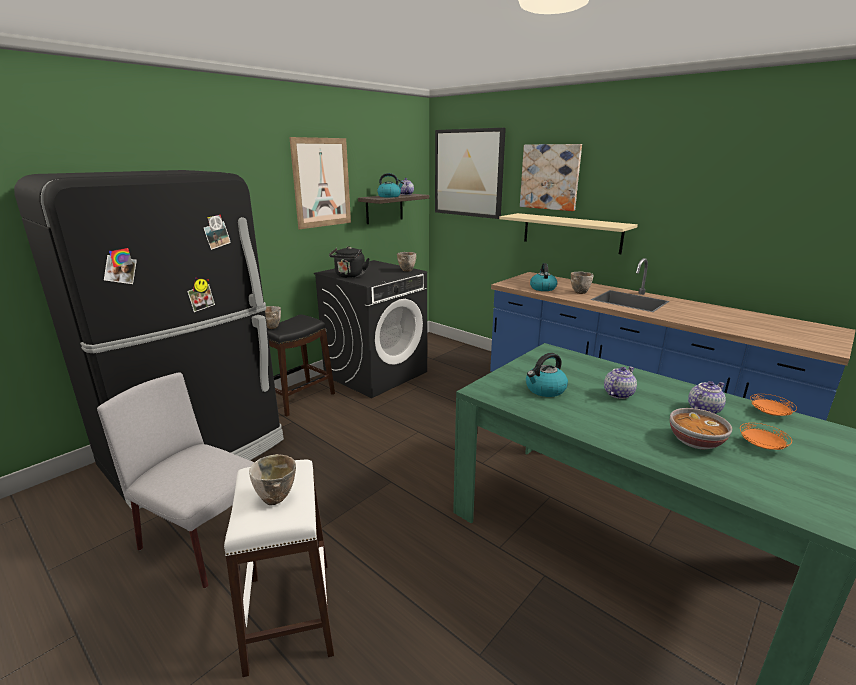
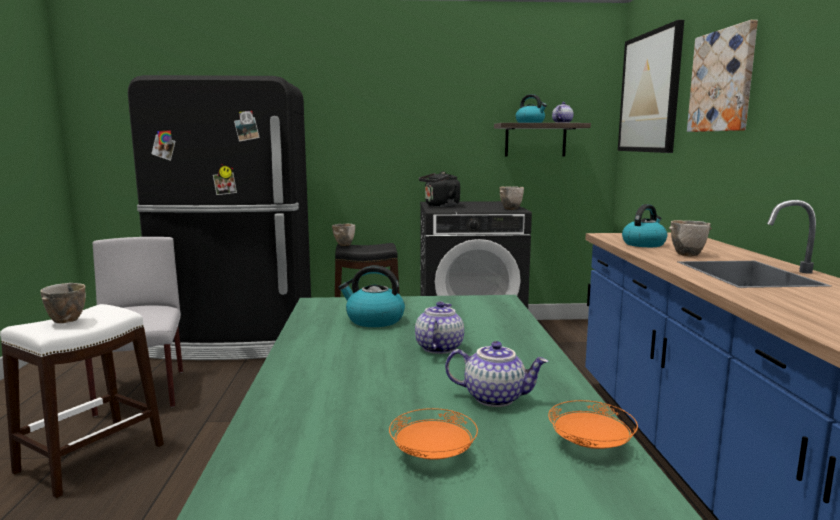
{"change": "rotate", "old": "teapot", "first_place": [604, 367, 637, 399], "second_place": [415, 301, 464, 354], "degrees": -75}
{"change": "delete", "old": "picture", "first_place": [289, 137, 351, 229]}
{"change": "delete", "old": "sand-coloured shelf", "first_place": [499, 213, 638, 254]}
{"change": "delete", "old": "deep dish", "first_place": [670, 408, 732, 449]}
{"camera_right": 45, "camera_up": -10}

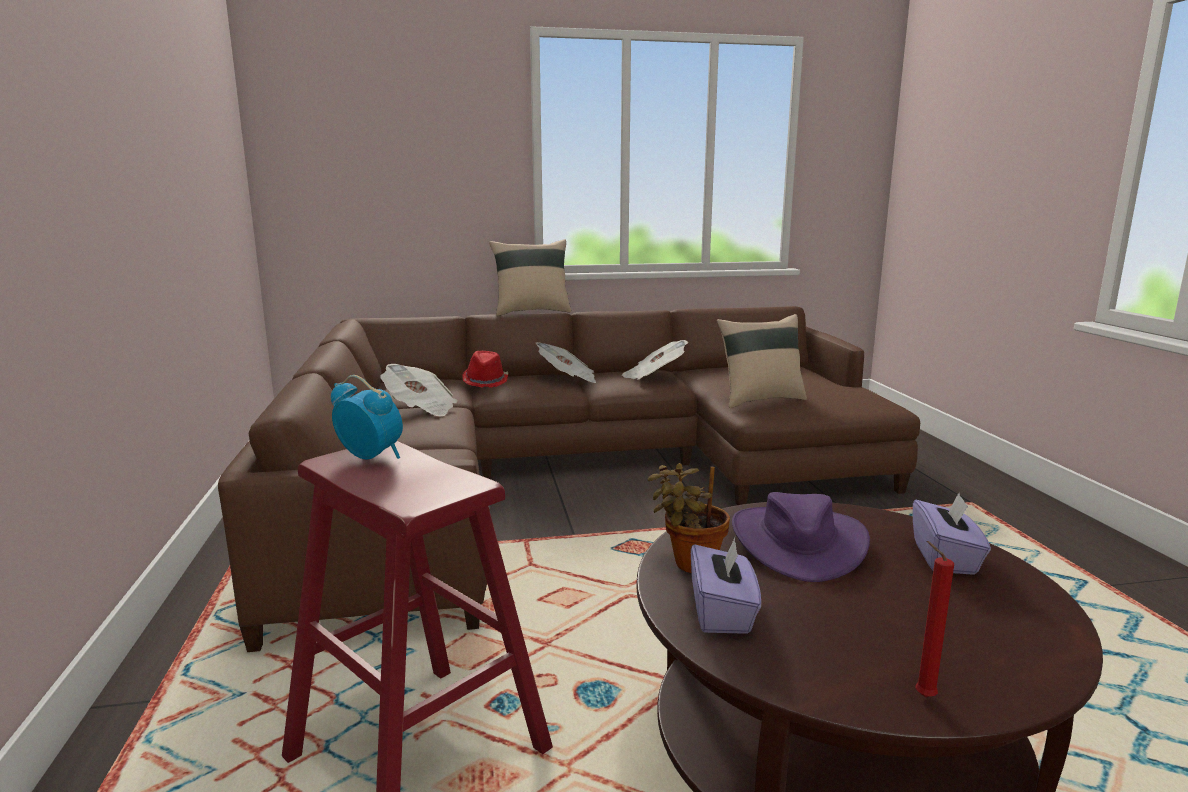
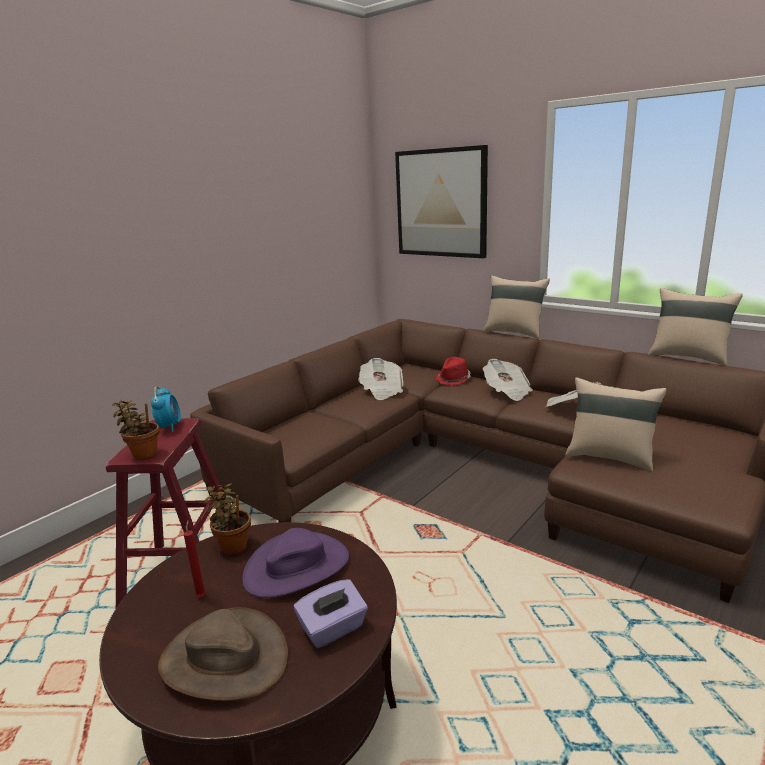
{"change": "insert", "new": "houseplant", "second_place": [112, 400, 160, 460]}
{"change": "insert", "new": "brownish clothing hat", "second_place": [158, 607, 289, 701]}
{"change": "move", "old": "reddish candle", "first_place": [916, 541, 954, 697], "second_place": [184, 520, 206, 598]}
{"change": "insert", "new": "picture", "second_place": [395, 145, 488, 258]}
{"change": "insert", "new": "sand-coloured pillow", "second_place": [648, 288, 743, 366]}
{"change": "delete", "old": "purple tissue holder", "first_place": [691, 538, 761, 634]}
{"camera_right": 50, "camera_up": 5}

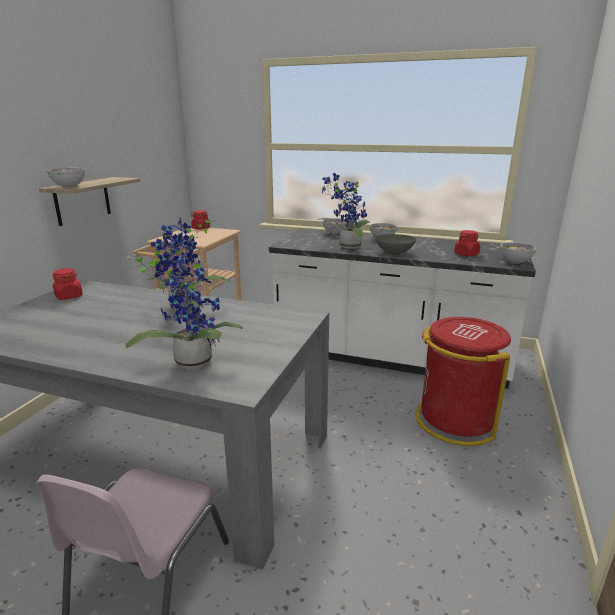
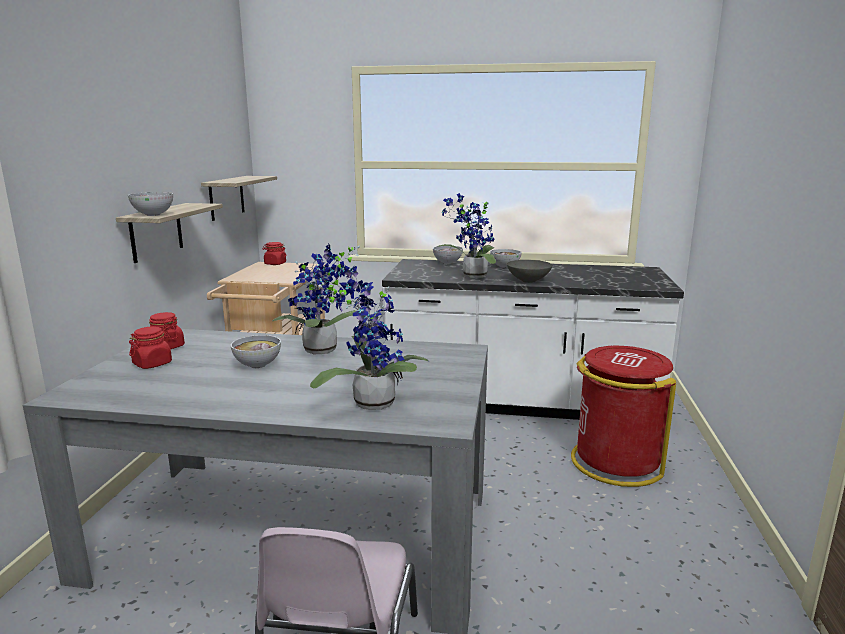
{"change": "move", "old": "reddish jar", "first_place": [454, 230, 480, 256], "second_place": [129, 326, 172, 369]}
{"change": "insert", "new": "shelf", "second_place": [201, 176, 277, 221]}
{"change": "move", "old": "deep dish", "first_place": [500, 242, 536, 264], "second_place": [231, 335, 281, 368]}
{"camera_right": -10, "camera_up": -5}

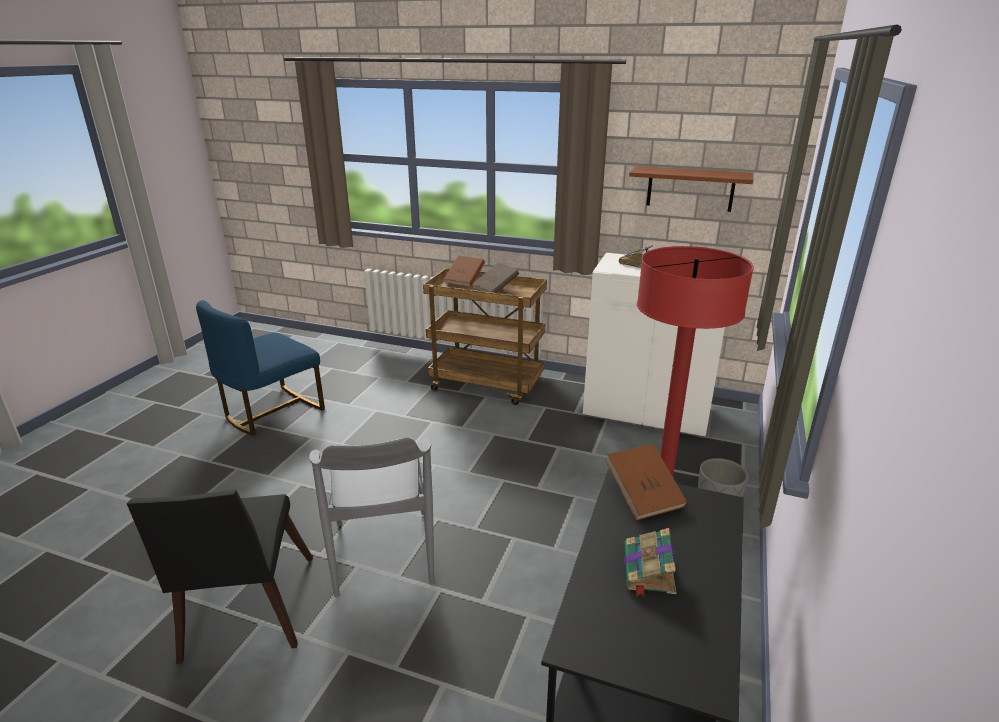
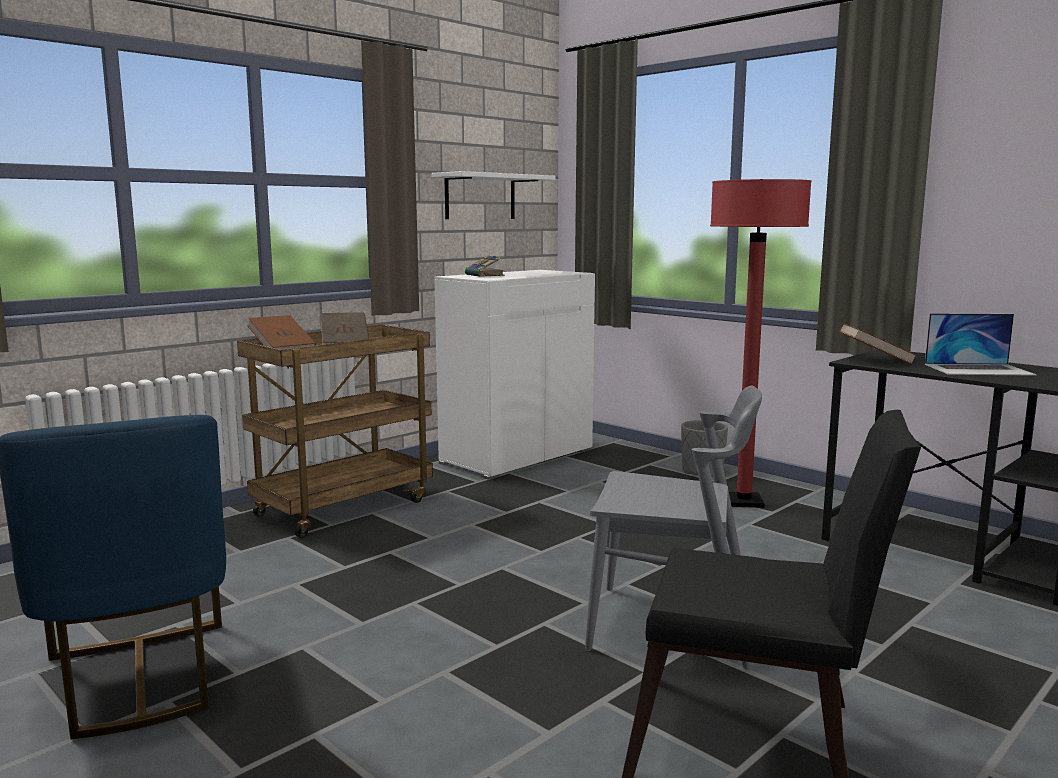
{"change": "recolor", "old": "brownish shelf", "new": "white-coloured shelf", "first_place": [629, 166, 753, 212], "second_place": [431, 171, 556, 219]}
{"change": "replace", "old": "book", "new": "notebook computer", "first_place": [623, 528, 677, 598], "second_place": [925, 313, 1037, 376]}
{"camera_right": -65, "camera_up": -15}

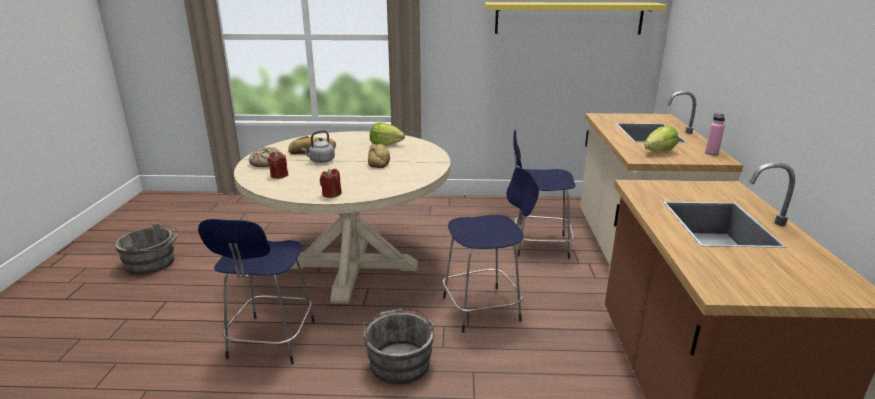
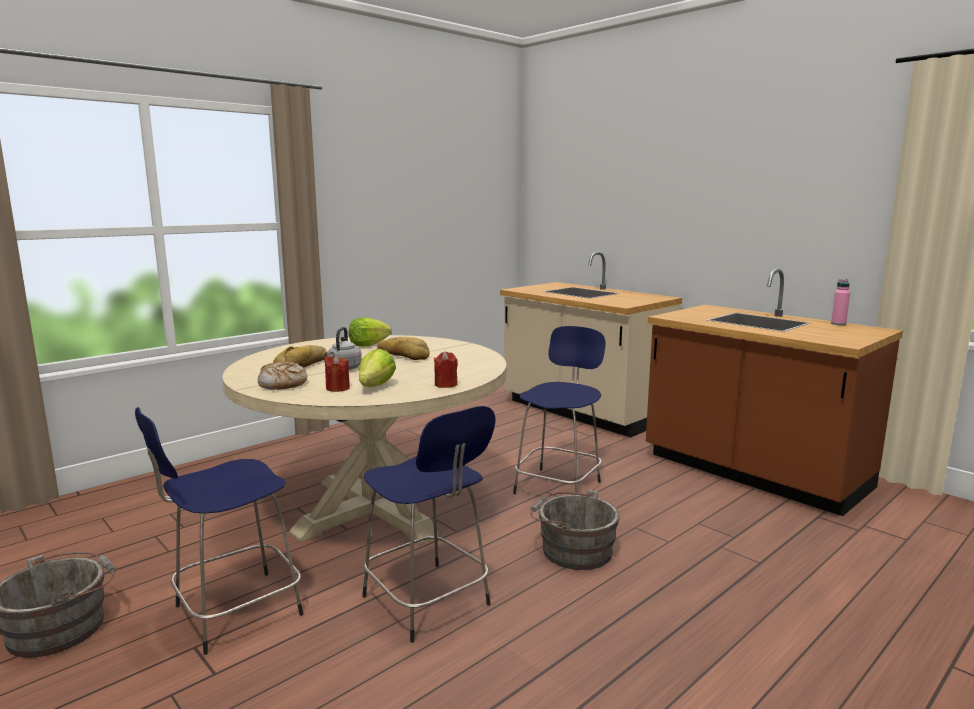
{"change": "move", "old": "blue sitting stool", "first_place": [513, 130, 576, 259], "second_place": [135, 407, 303, 655]}
{"change": "move", "old": "head of lettuce", "first_place": [644, 126, 678, 152], "second_place": [359, 349, 396, 387]}
{"change": "move", "old": "pinkish drink bottle", "first_place": [705, 112, 725, 156], "second_place": [831, 279, 850, 325]}
{"change": "delete", "old": "yellow shelf", "first_place": [485, 2, 667, 34]}
{"camera_right": -45, "camera_up": -10}

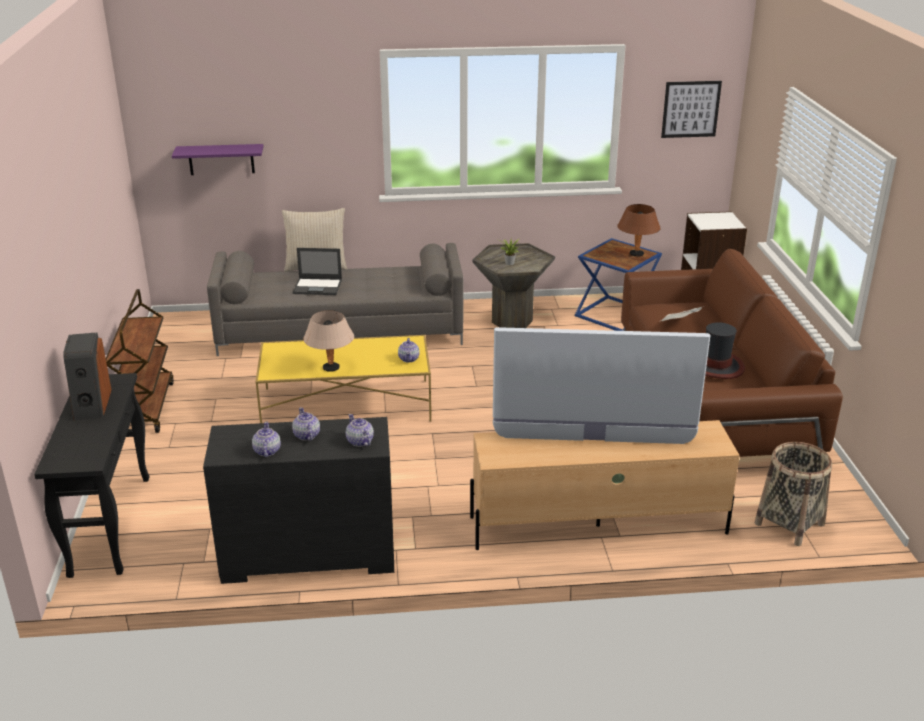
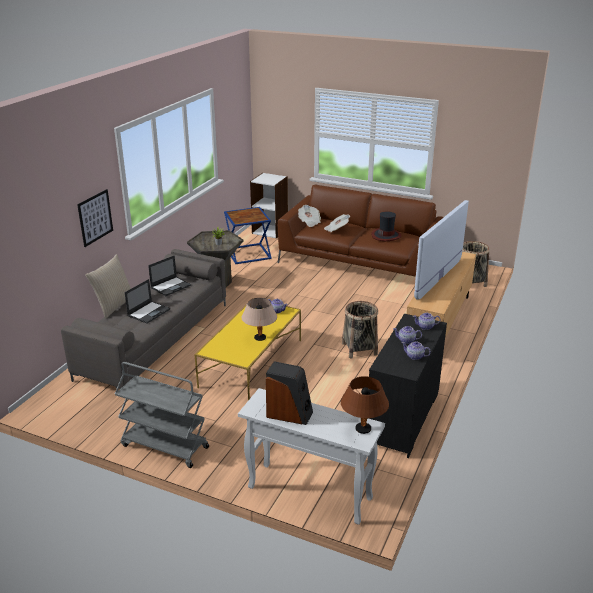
{"change": "move", "old": "picture", "first_place": [661, 81, 722, 138], "second_place": [77, 189, 113, 247]}
{"change": "recolor", "old": "brownish cart", "new": "grey cart", "first_place": [106, 289, 173, 433], "second_place": [115, 362, 209, 468]}
{"change": "insert", "new": "notebook computer", "second_place": [148, 255, 191, 296]}
{"change": "recolor", "old": "black console table", "new": "white-coloured console table", "first_place": [34, 373, 149, 578], "second_place": [238, 388, 385, 525]}
{"change": "insert", "new": "printed paper", "second_place": [298, 205, 321, 227]}
{"change": "move", "old": "brownish table lamp", "first_place": [617, 204, 661, 257], "second_place": [341, 376, 389, 434]}
{"change": "insert", "new": "storage basket", "second_place": [342, 301, 378, 359]}
{"change": "delete", "old": "purple shelf", "first_place": [172, 144, 264, 175]}
{"camera_right": -60, "camera_up": 0}

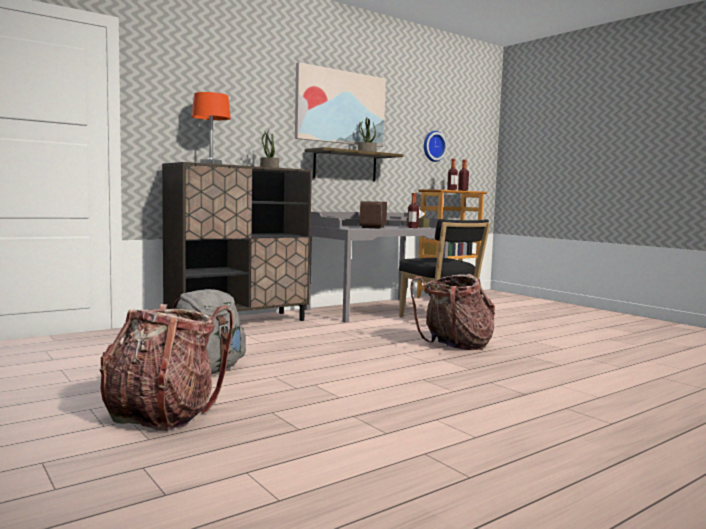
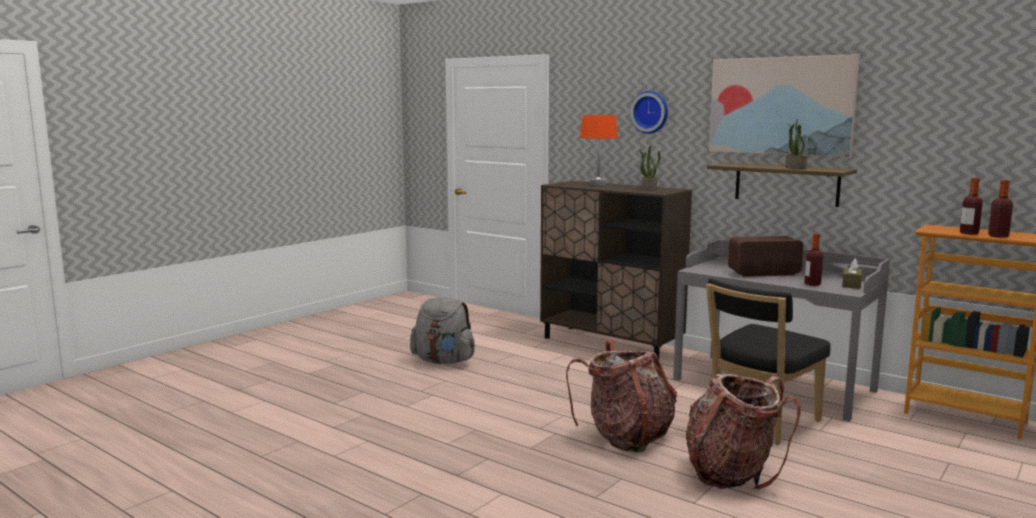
{"change": "move", "old": "hanging clock", "first_place": [424, 131, 447, 162], "second_place": [630, 91, 668, 134]}
{"change": "move", "old": "knapsack", "first_place": [100, 304, 234, 431], "second_place": [686, 374, 801, 490]}
{"camera_right": 75, "camera_up": 5}

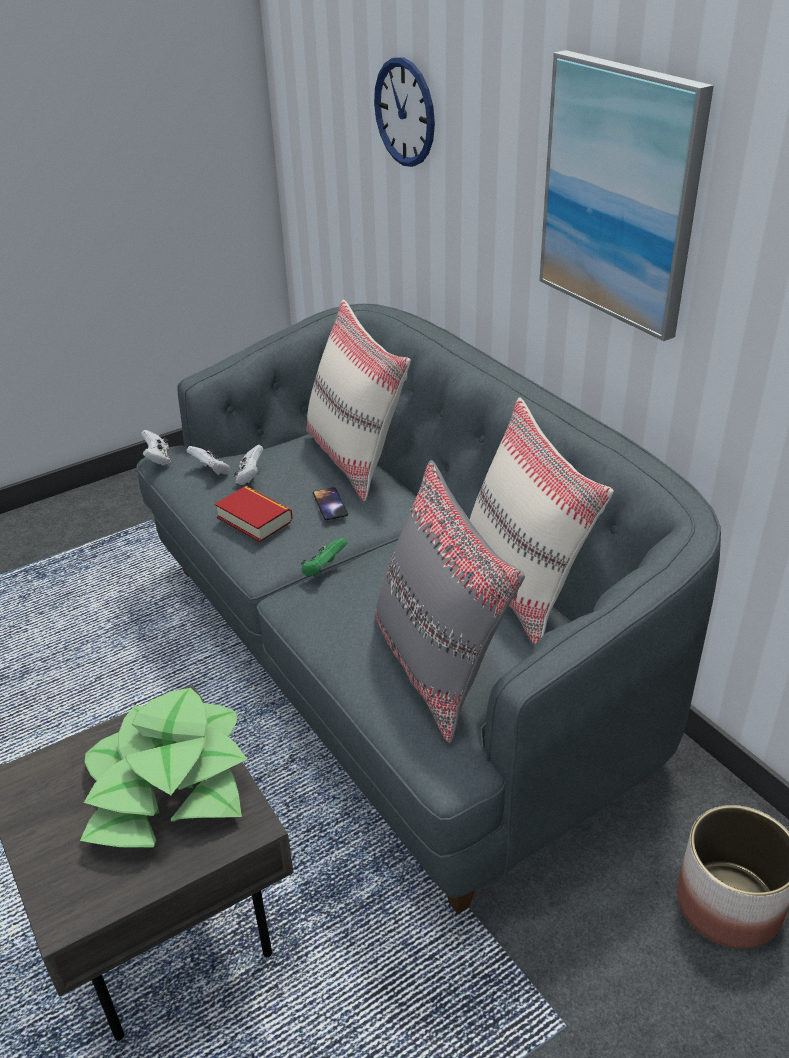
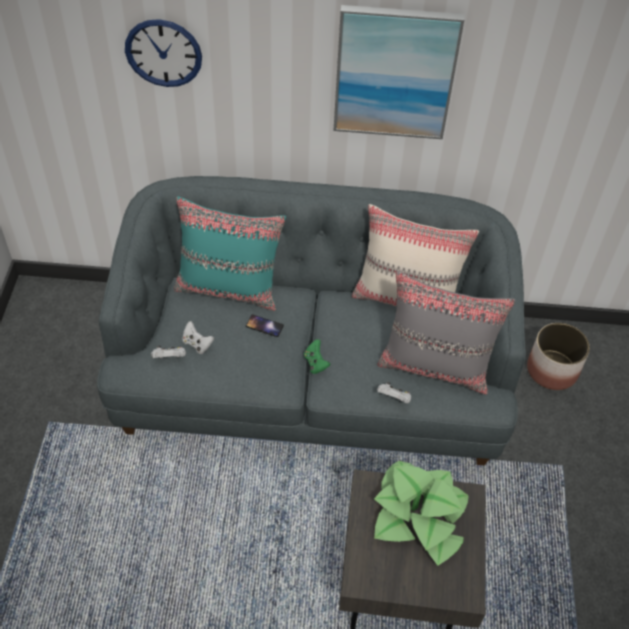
{"change": "recolor", "old": "sand-coloured pillow", "new": "turquoise-coloured pillow", "first_place": [306, 300, 411, 501], "second_place": [174, 196, 286, 311]}
{"change": "move", "old": "white-coloured game controller", "first_place": [141, 430, 170, 466], "second_place": [377, 382, 411, 404]}
{"change": "delete", "old": "book", "first_place": [215, 486, 293, 542]}
{"camera_right": -55, "camera_up": 15}

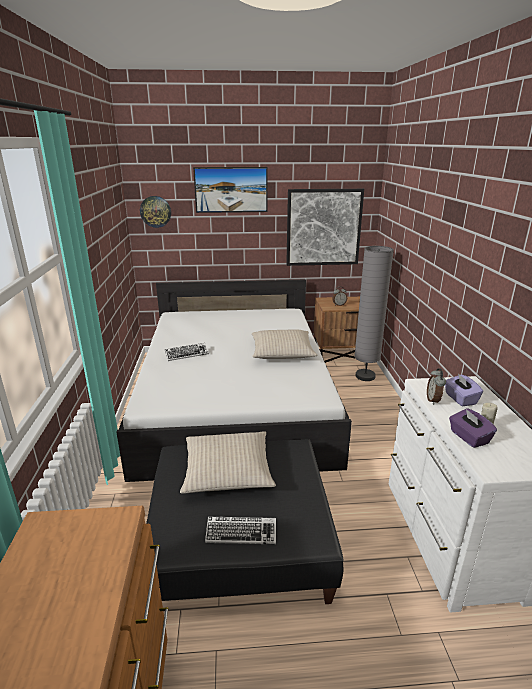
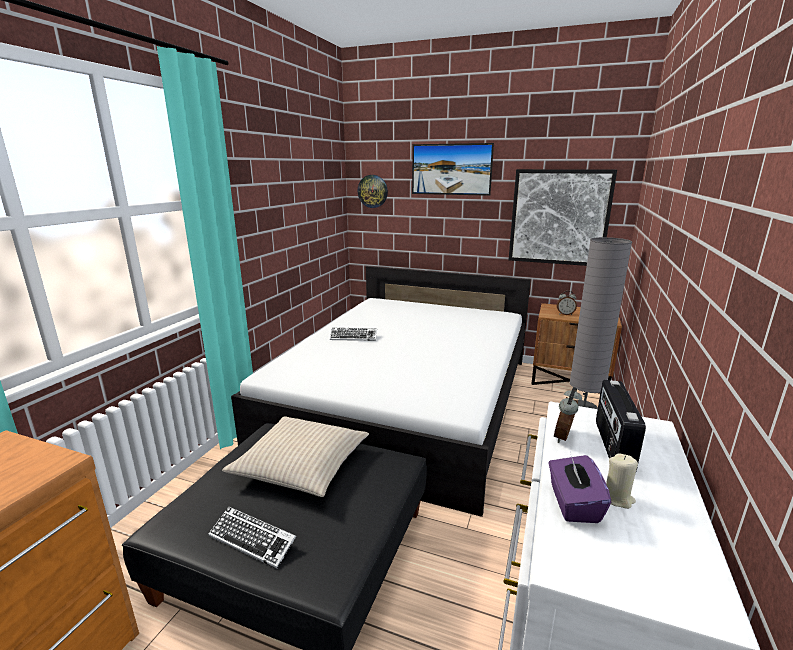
{"change": "replace", "old": "purple tissue holder", "new": "radio receiver", "first_place": [445, 373, 483, 406], "second_place": [596, 380, 646, 471]}
{"change": "delete", "old": "sand-coloured pillow", "first_place": [252, 330, 317, 359]}
{"camera_right": 25, "camera_up": -5}

